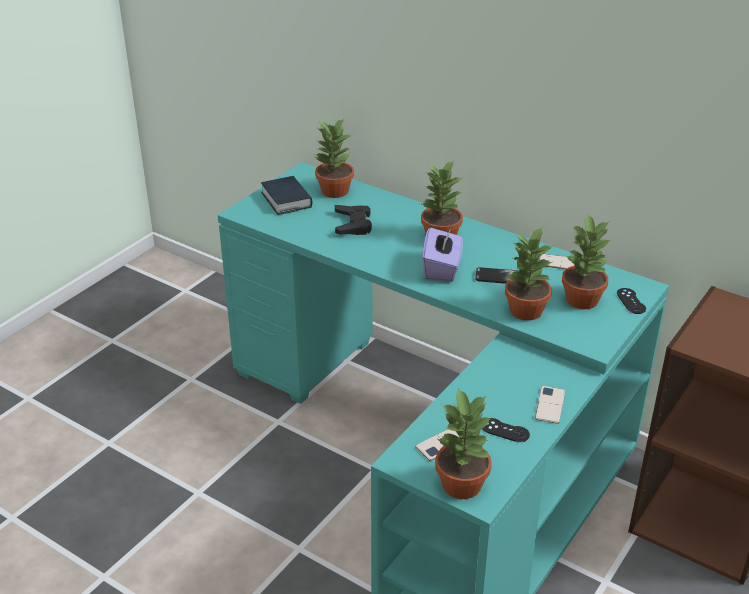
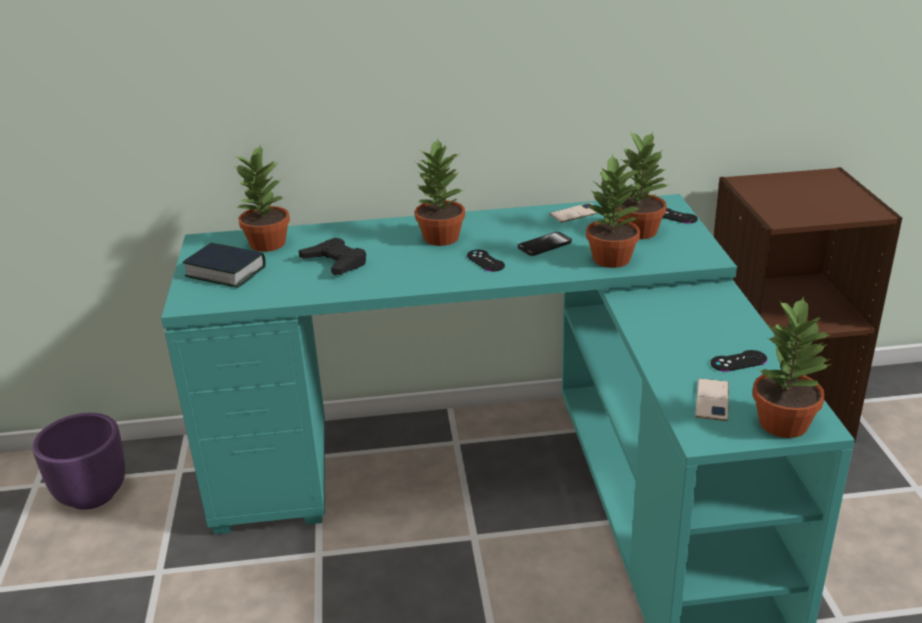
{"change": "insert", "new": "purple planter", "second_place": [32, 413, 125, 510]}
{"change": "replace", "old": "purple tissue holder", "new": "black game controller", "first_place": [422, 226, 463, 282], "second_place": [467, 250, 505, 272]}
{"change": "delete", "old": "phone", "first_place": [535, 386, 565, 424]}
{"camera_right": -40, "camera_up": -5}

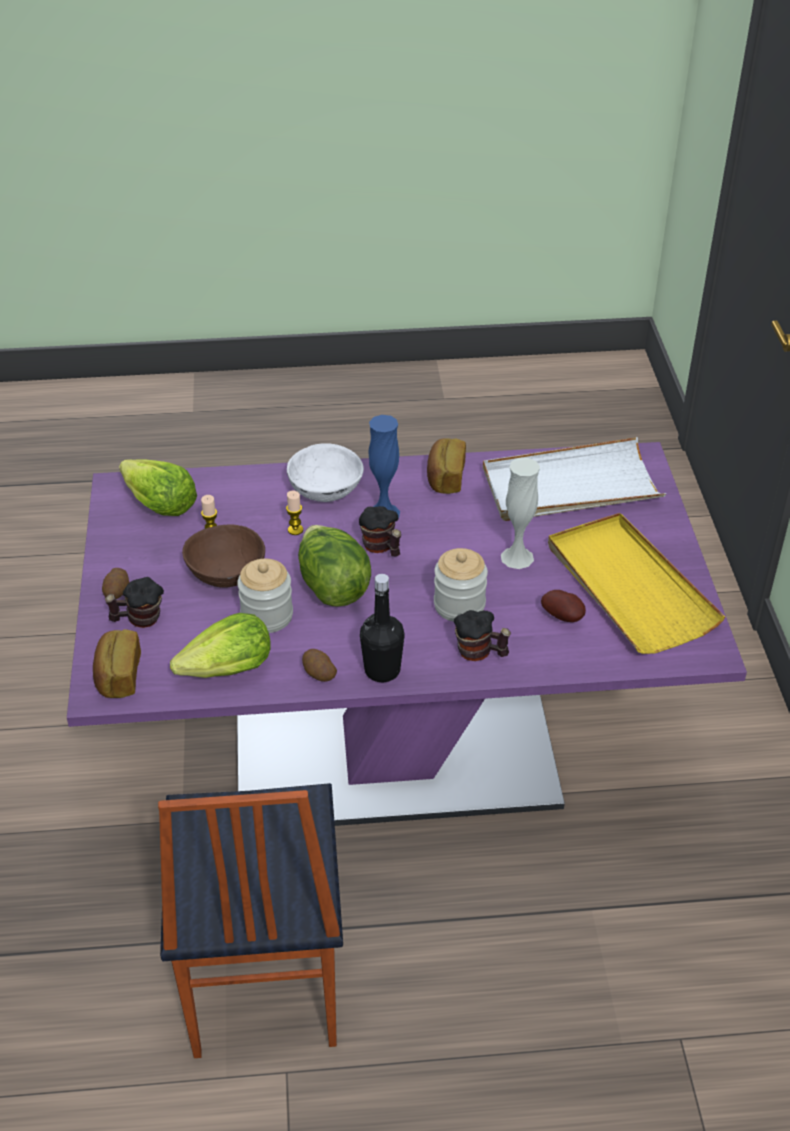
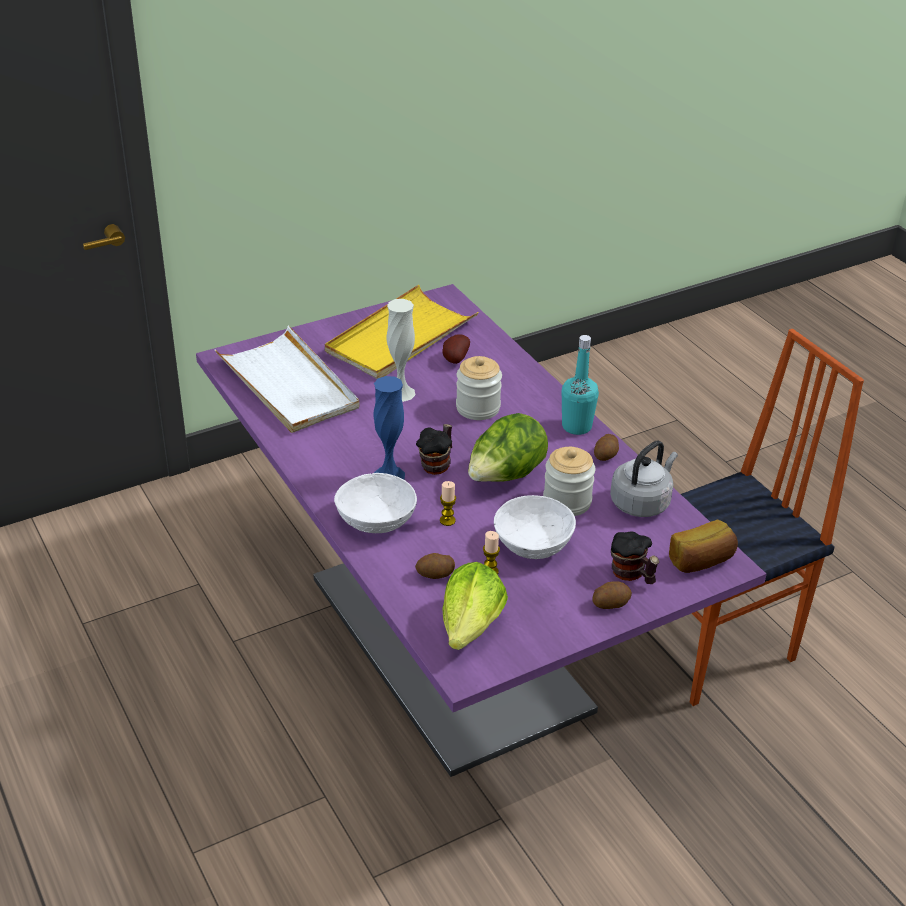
{"change": "insert", "new": "spud", "second_place": [415, 553, 455, 579]}
{"change": "recolor", "old": "brownish deep dish", "new": "white-coloured deep dish", "first_place": [182, 524, 265, 588], "second_place": [494, 495, 576, 559]}
{"change": "recolor", "old": "black drink bottle", "new": "turquoise-coloured drink bottle", "first_place": [360, 574, 405, 682], "second_place": [562, 335, 599, 435]}
{"change": "replace", "old": "head of lettuce", "new": "grey tea kettle", "first_place": [170, 613, 271, 678], "second_place": [610, 440, 678, 517]}
{"change": "delete", "old": "baked bread", "first_place": [427, 438, 466, 494]}
{"change": "delete", "old": "mug", "first_place": [454, 610, 511, 661]}
{"camera_right": -115, "camera_up": -5}

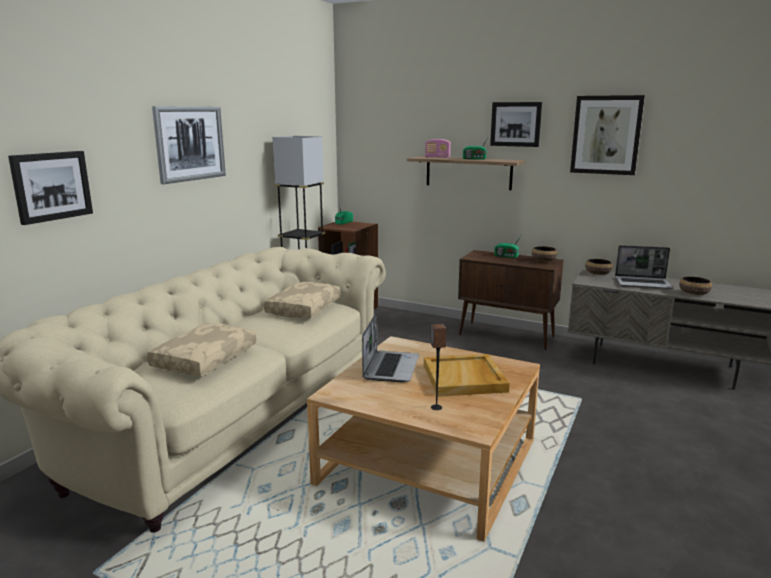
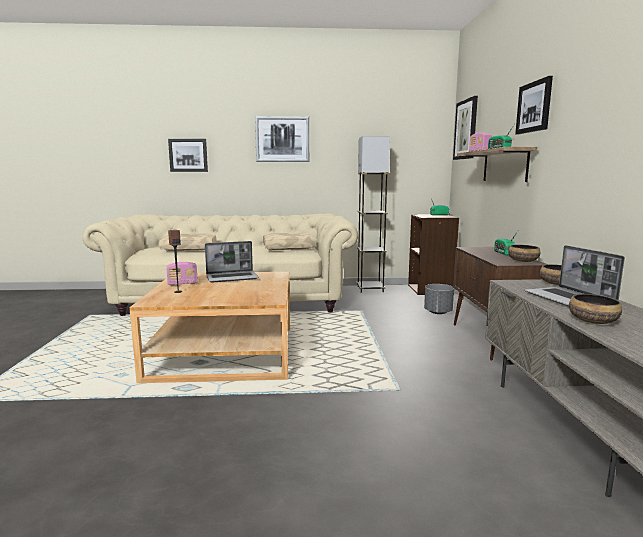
{"change": "insert", "new": "radio receiver", "second_place": [166, 262, 198, 285]}
{"change": "insert", "new": "grey planter", "second_place": [424, 284, 454, 314]}
{"change": "move", "old": "picture", "first_place": [570, 95, 645, 175], "second_place": [453, 96, 478, 160]}
{"change": "delete", "old": "sand-coloured carrying tray", "first_place": [424, 354, 510, 397]}
{"camera_right": 60, "camera_up": -5}

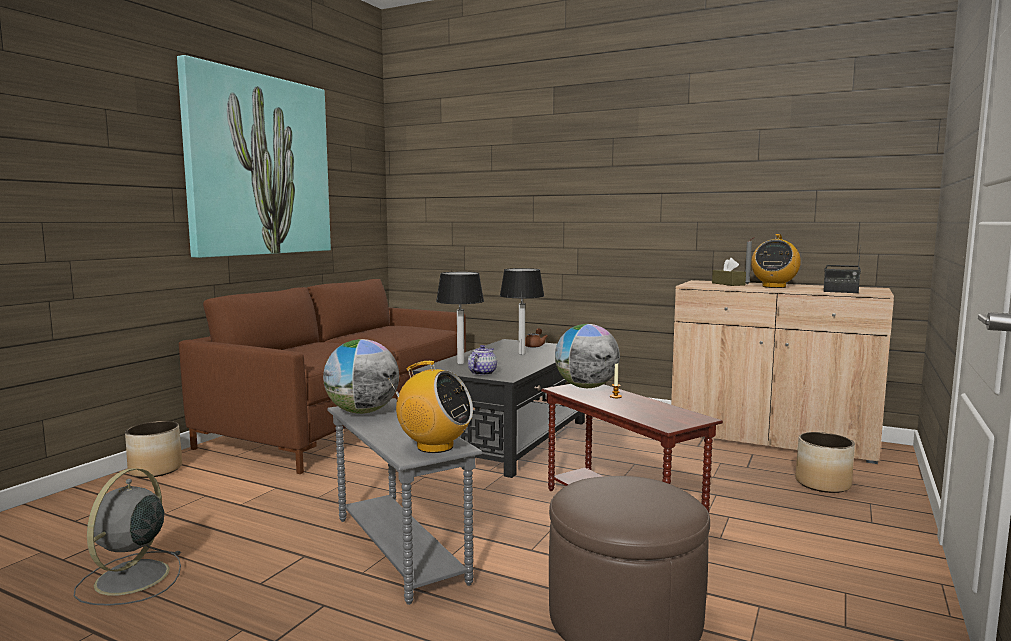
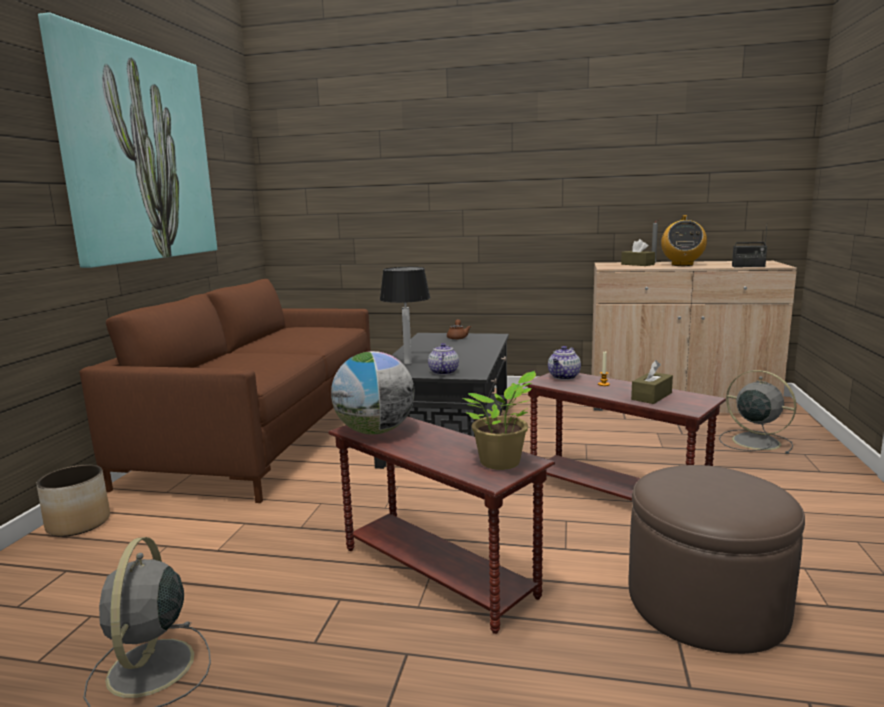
{"change": "recolor", "old": "grey end table", "new": "brownish end table", "first_place": [327, 398, 483, 605], "second_place": [328, 416, 555, 634]}
{"change": "replace", "old": "radio receiver", "new": "houseplant", "first_place": [388, 361, 473, 453], "second_place": [463, 371, 536, 470]}
{"change": "replace", "old": "globe", "new": "teapot", "first_place": [555, 324, 620, 388], "second_place": [548, 346, 581, 380]}
{"change": "insert", "new": "brownish tissue holder", "second_place": [631, 360, 673, 404]}
{"change": "replace", "old": "planter", "new": "grey cooling fan", "first_place": [796, 432, 855, 493], "second_place": [719, 370, 797, 454]}
{"change": "delete", "old": "table lamp", "first_place": [500, 268, 544, 355]}
{"camera_right": -15, "camera_up": 5}

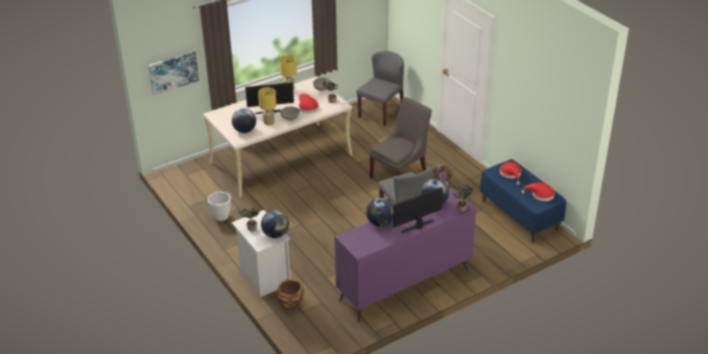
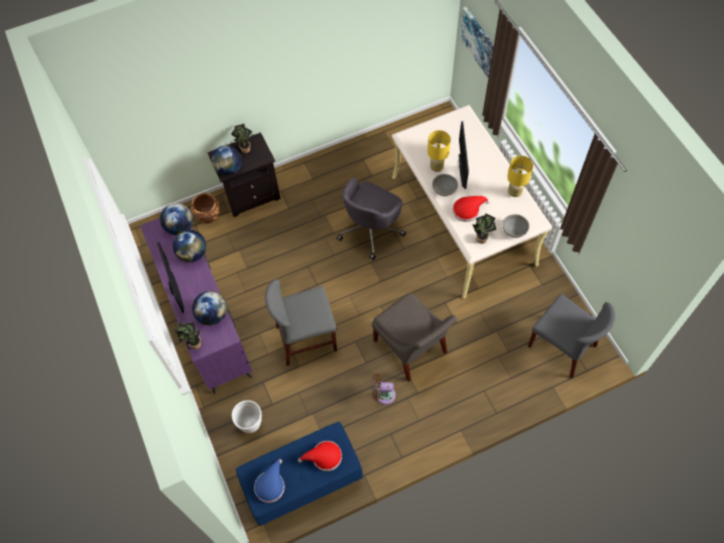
{"change": "move", "old": "globe", "first_place": [232, 108, 256, 133], "second_place": [160, 203, 193, 235]}
{"change": "recolor", "old": "white-coloured nightstand", "new": "black nightstand", "first_place": [232, 210, 291, 297], "second_place": [207, 132, 281, 217]}
{"change": "move", "old": "white-coloured planter", "first_place": [208, 192, 231, 221], "second_place": [232, 400, 262, 433]}
{"change": "recolor", "old": "reddish clothing hat", "new": "blue clothing hat", "first_place": [521, 183, 555, 201], "second_place": [254, 459, 285, 503]}
{"change": "insert", "new": "grey office chair", "second_place": [337, 178, 406, 260]}
{"camera_right": 100, "camera_up": 25}

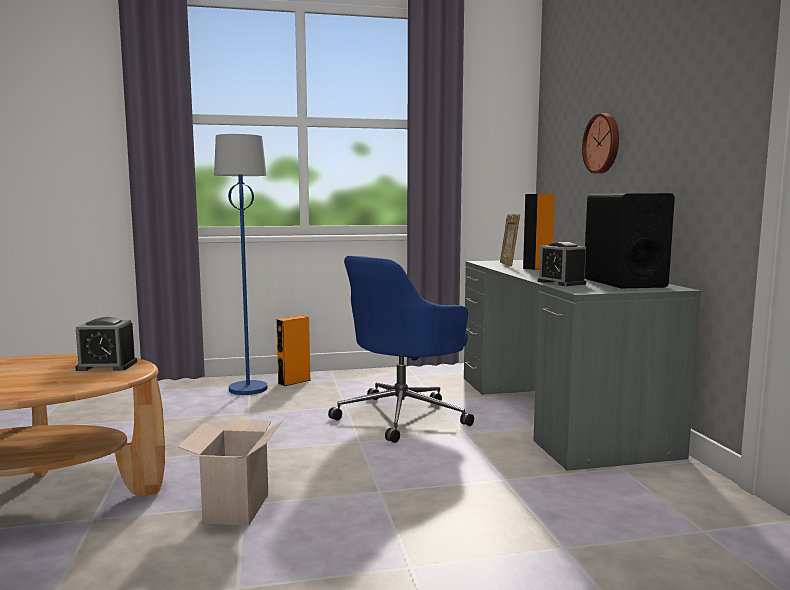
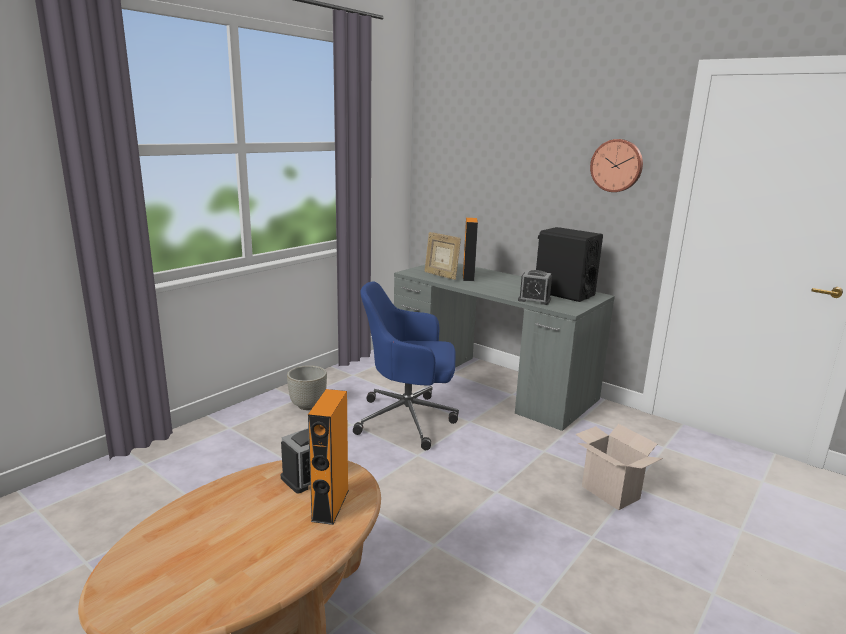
{"change": "insert", "new": "grey planter", "second_place": [287, 365, 327, 410]}
{"change": "move", "old": "orangey audio speaker", "first_place": [276, 316, 310, 386], "second_place": [308, 389, 349, 525]}
{"change": "rotate", "old": "blue office chair", "first_place": [328, 256, 474, 443], "second_place": [353, 281, 459, 450], "degrees": 90}
{"change": "move", "old": "carton", "first_place": [177, 420, 283, 526], "second_place": [575, 424, 663, 510]}
{"change": "move", "old": "hanging clock", "first_place": [582, 113, 619, 174], "second_place": [590, 139, 643, 192]}
{"change": "delete", "old": "blue standard lamp", "first_place": [214, 134, 268, 395]}
{"camera_right": -40, "camera_up": 10}

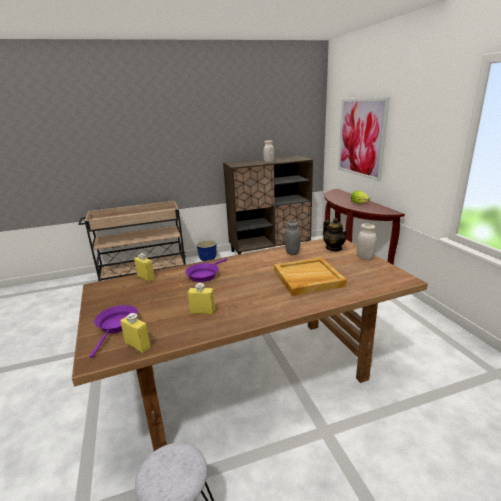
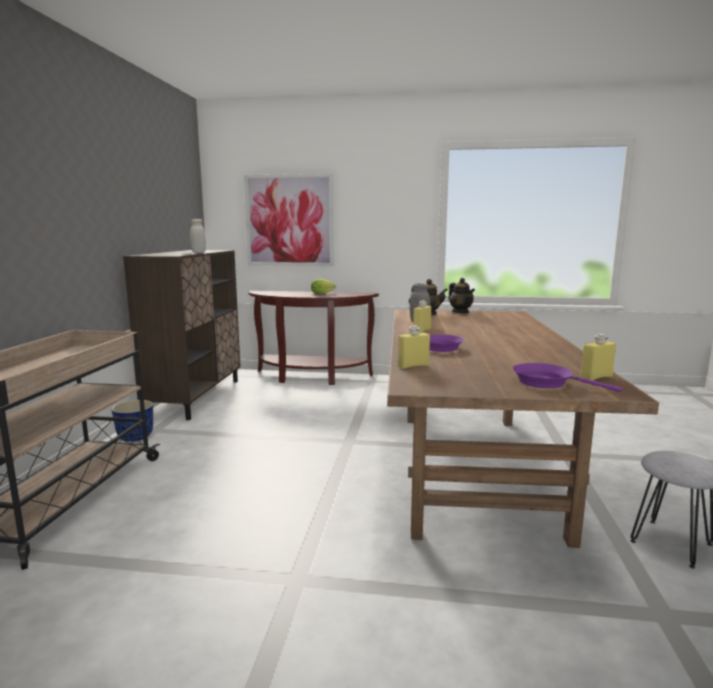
{"change": "move", "old": "yellow drink bottle", "first_place": [188, 283, 215, 315], "second_place": [413, 300, 431, 333]}
{"change": "replace", "old": "white-coloured jar", "new": "teapot", "first_place": [357, 224, 377, 260], "second_place": [448, 278, 475, 313]}
{"change": "delete", "old": "sand-coloured carrying tray", "first_place": [274, 257, 347, 296]}
{"camera_right": -65, "camera_up": -10}

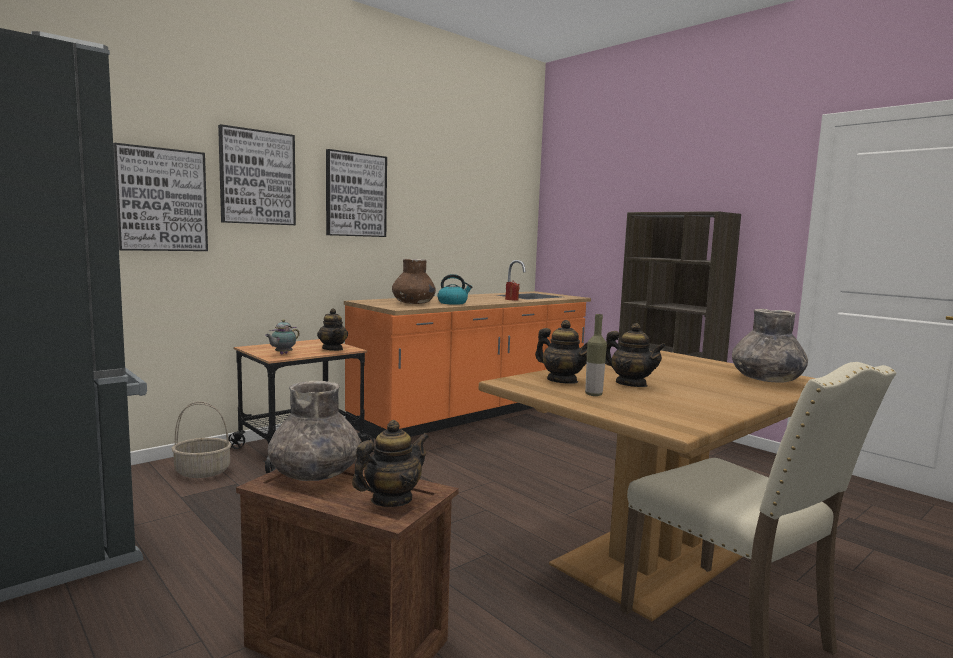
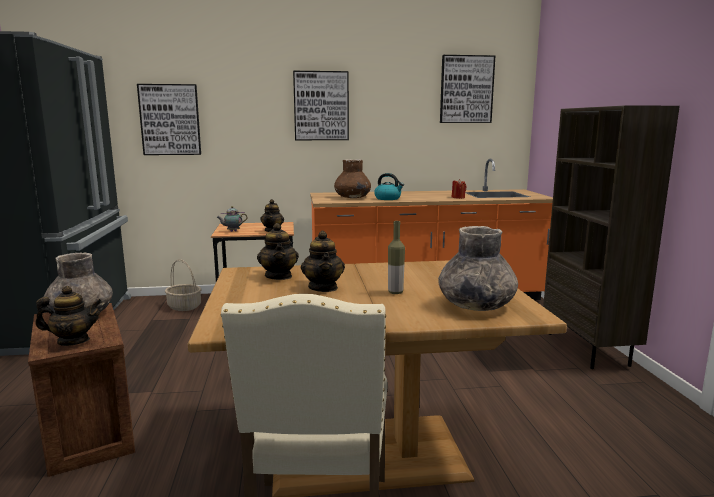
{"change": "move", "old": "drink bottle", "first_place": [585, 314, 607, 396], "second_place": [388, 221, 405, 294]}
{"change": "move", "old": "picture", "first_place": [218, 124, 296, 225], "second_place": [440, 55, 495, 123]}
{"camera_right": 35, "camera_up": 5}

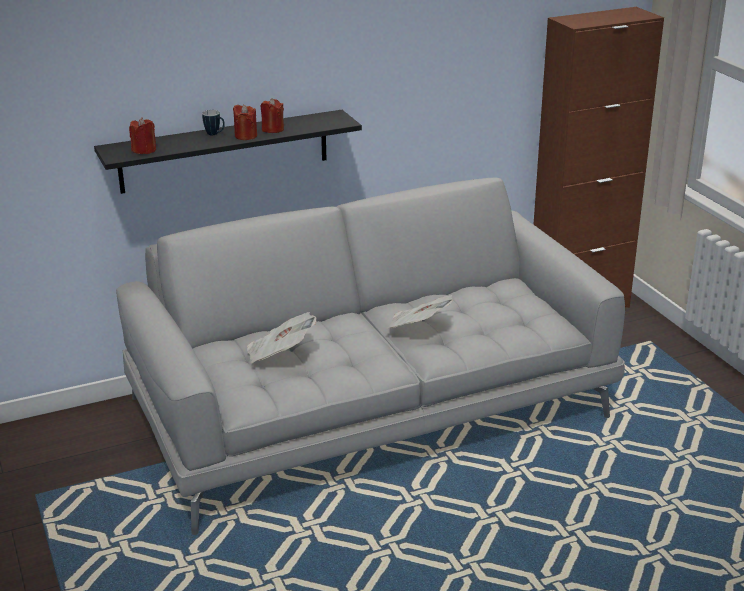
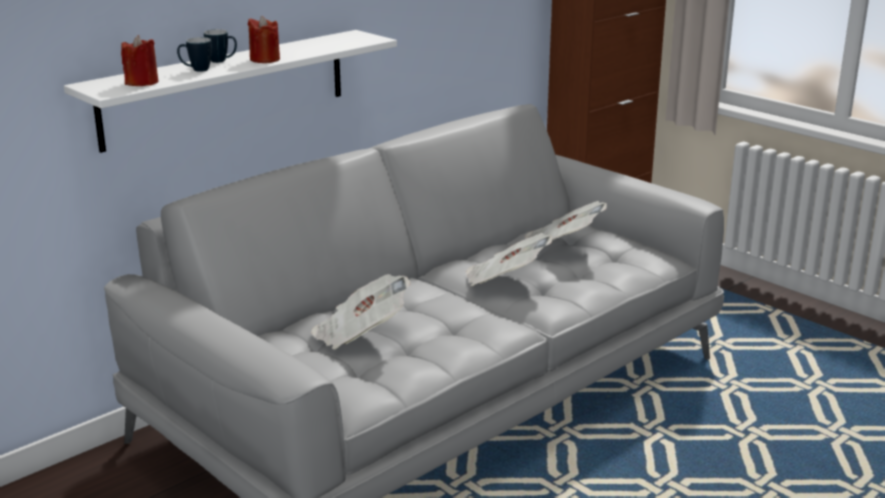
{"change": "recolor", "old": "black shelf", "new": "white-coloured shelf", "first_place": [94, 110, 362, 194], "second_place": [64, 30, 397, 153]}
{"change": "insert", "new": "mug", "second_place": [177, 37, 211, 72]}
{"change": "insert", "new": "printed paper", "second_place": [525, 201, 607, 240]}
{"change": "delete", "old": "reddish candle", "first_place": [261, 98, 284, 133]}
{"camera_right": -20, "camera_up": -5}

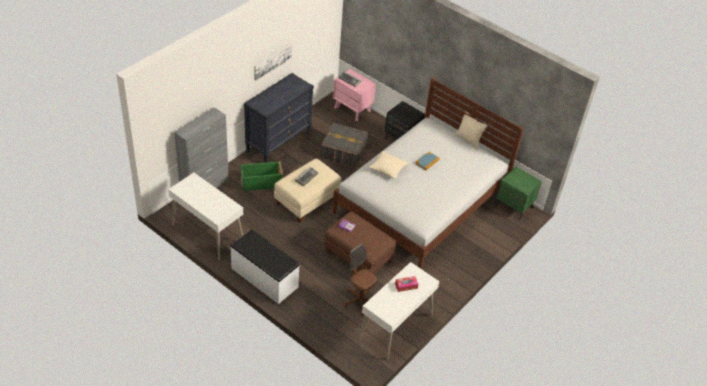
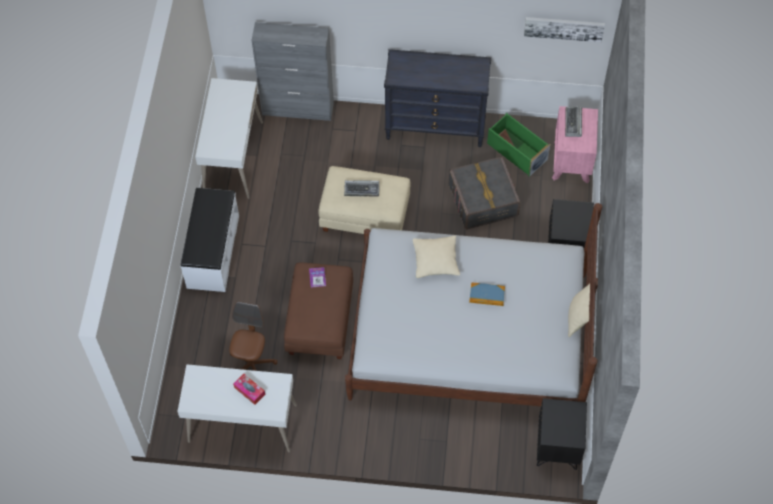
{"change": "move", "old": "green storage box", "first_place": [240, 160, 283, 191], "second_place": [487, 113, 551, 177]}
{"change": "move", "old": "picture", "first_place": [254, 44, 292, 80], "second_place": [524, 17, 605, 42]}
{"change": "recolor", "old": "green nightstand", "new": "black nightstand", "first_place": [496, 167, 542, 220], "second_place": [537, 398, 587, 470]}
{"camera_right": 60, "camera_up": 15}

